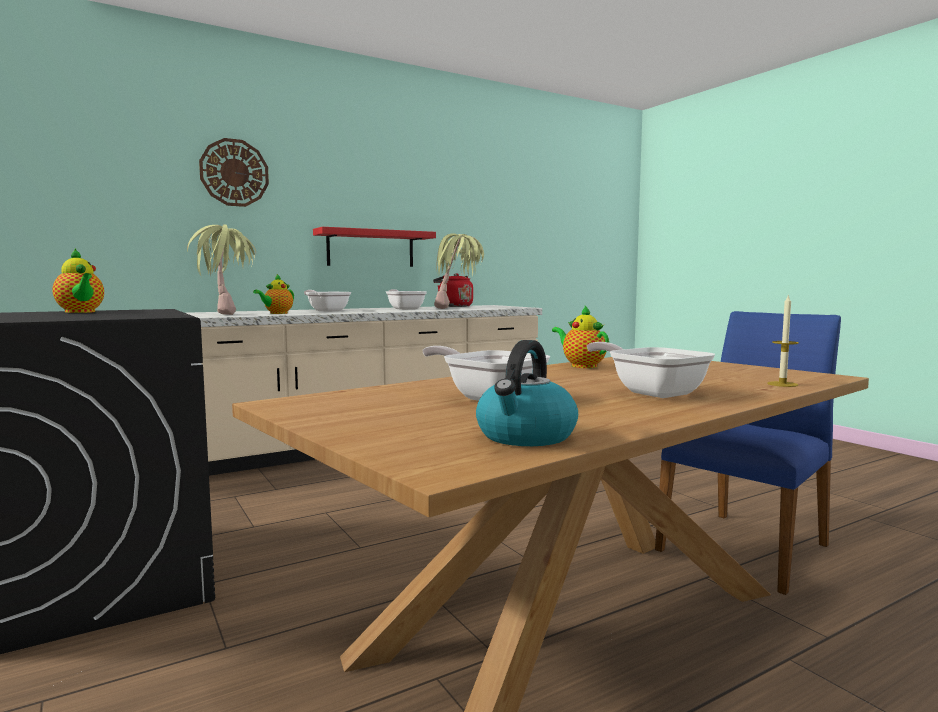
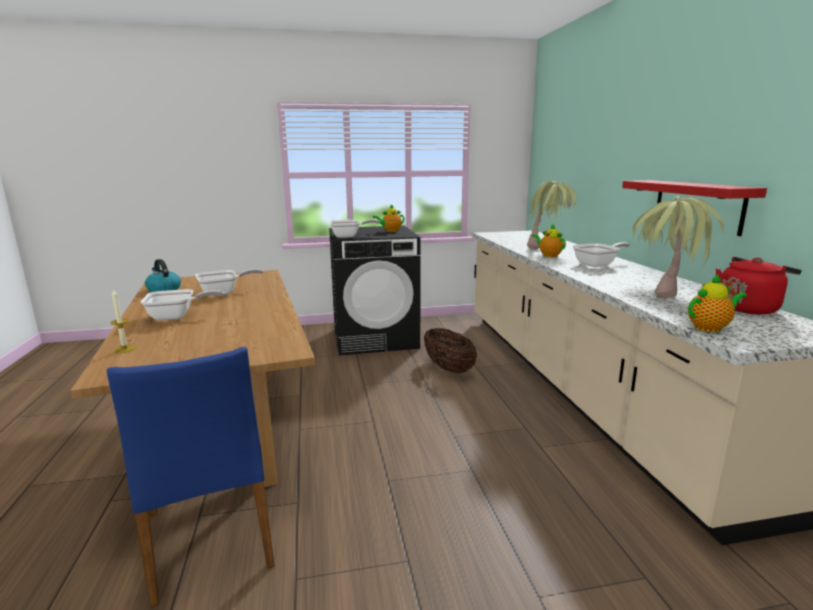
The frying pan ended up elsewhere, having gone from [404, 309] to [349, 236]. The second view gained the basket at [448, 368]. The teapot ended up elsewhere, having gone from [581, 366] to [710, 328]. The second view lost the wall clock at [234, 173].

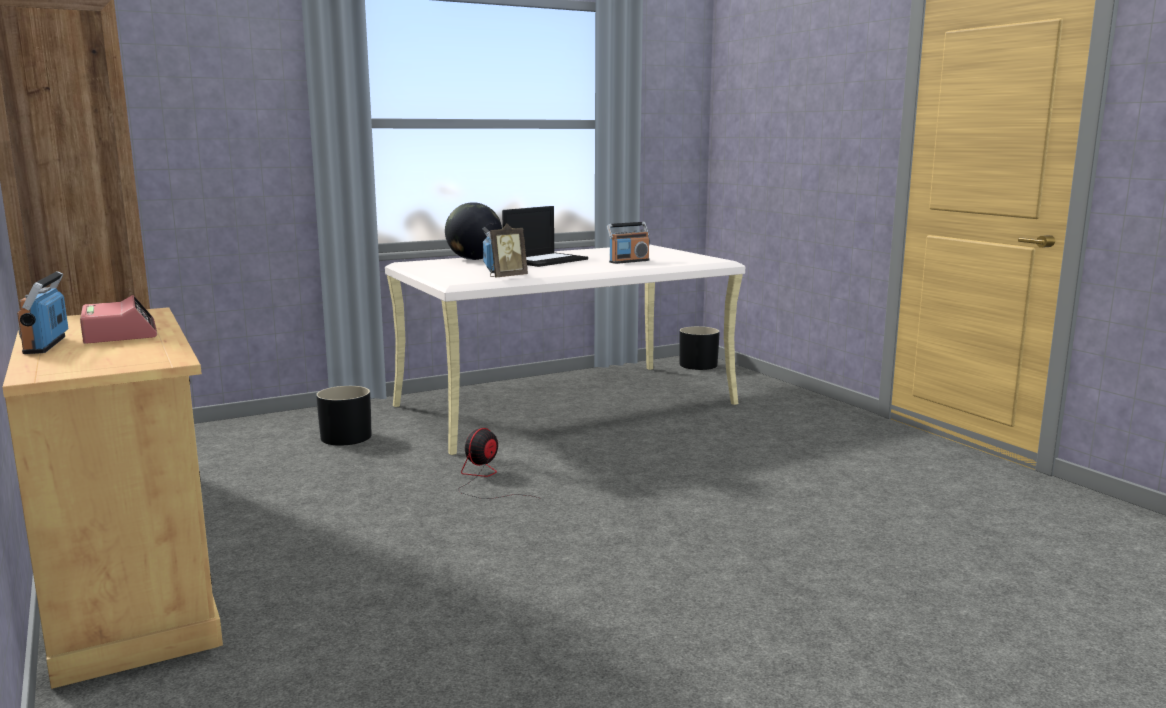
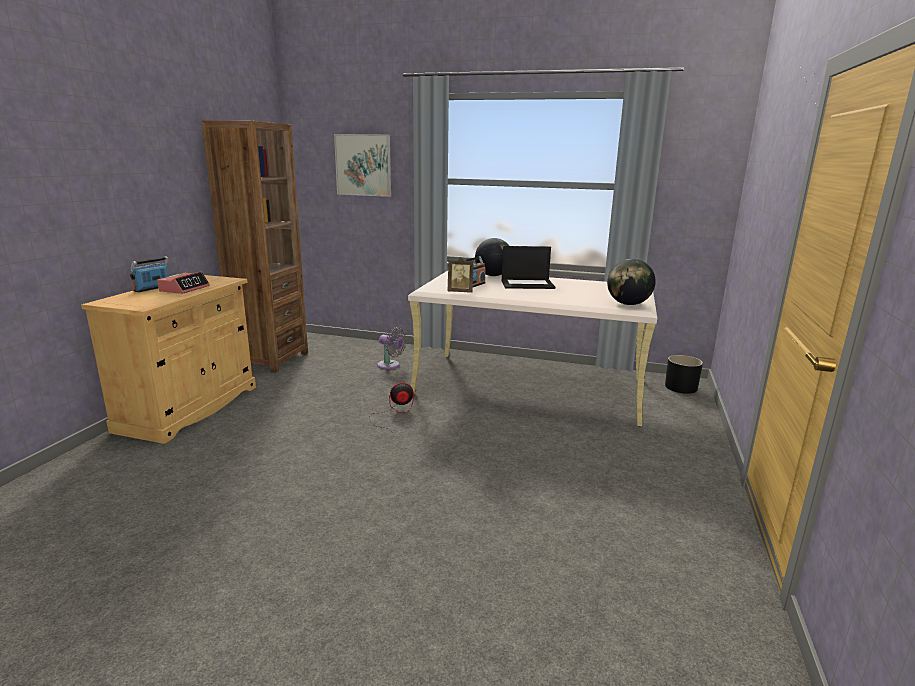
The second view gained the picture at [363, 165]. Where the planter (black) stood at [345, 437], the fan (grey) came to stand at [390, 366]. The second view gained the globe at [628, 304]. The second view lost the radio at [629, 261].

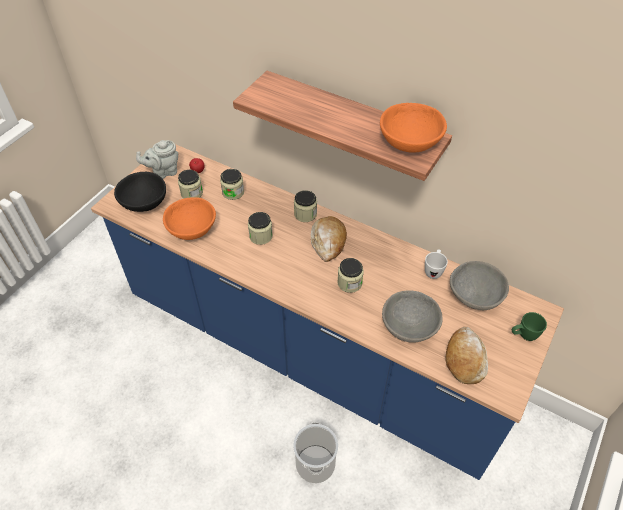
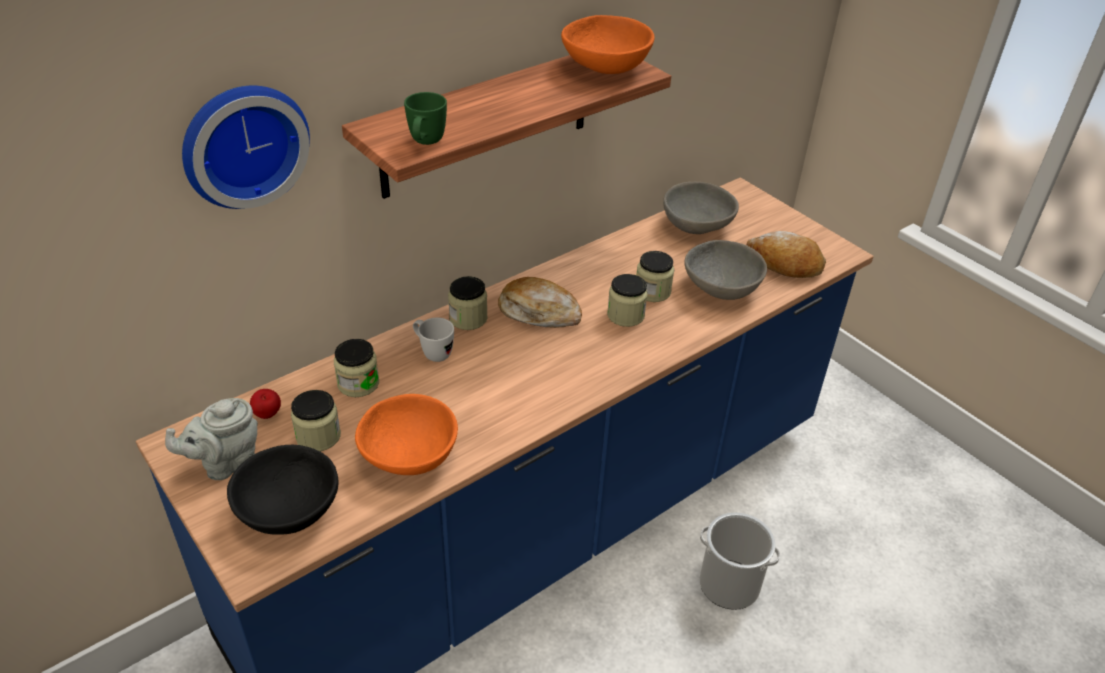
The teapot (grey) at [163, 172] ended up facing another way, 60 degrees clockwise from before. The second view gained the wall clock at [243, 143]. The mug (green) ended up elsewhere, having gone from [523, 335] to [425, 144]. The mug (white) ended up elsewhere, having gone from [433, 270] to [432, 352]. The jar ended up elsewhere, having gone from [261, 236] to [652, 291].

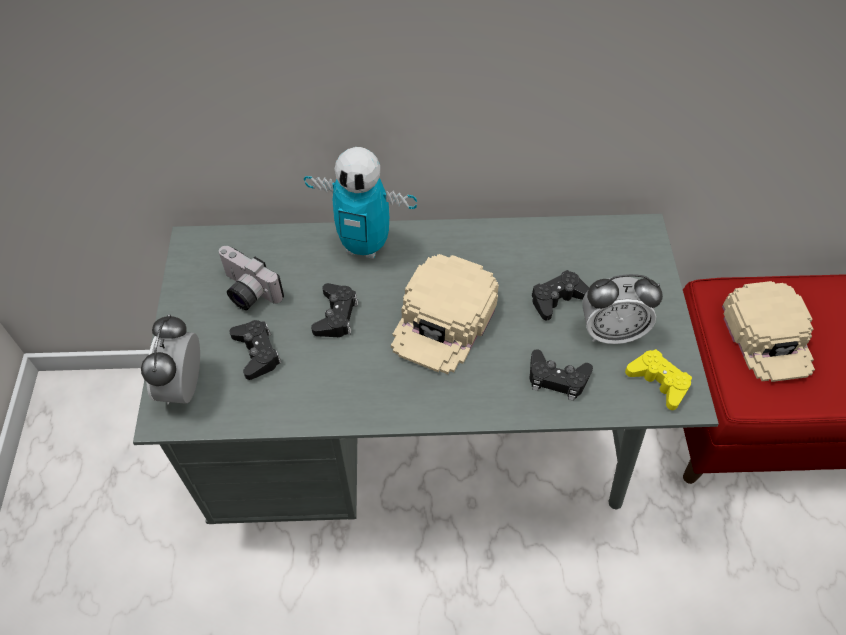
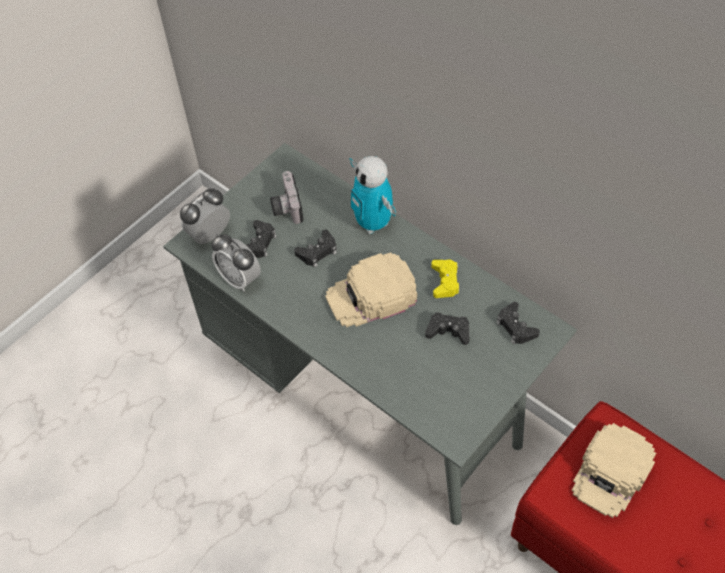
The alarm clock ended up elsewhere, having gone from [611, 332] to [239, 279]. The game controller (yellow) ended up elsewhere, having gone from [658, 382] to [445, 281]. The game controller (black) ended up elsewhere, having gone from [557, 378] to [516, 327].

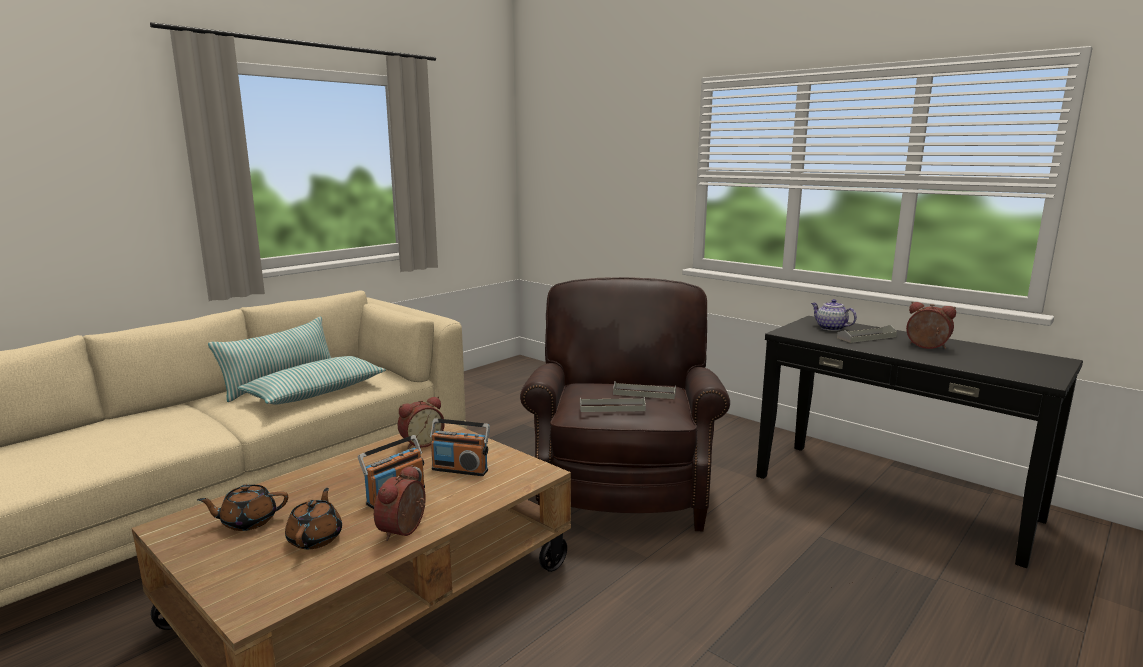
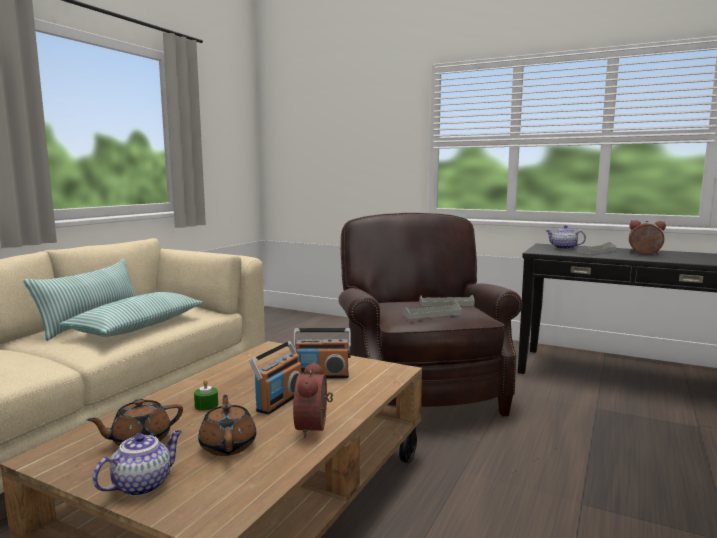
The second view gained the teapot at [143, 484]. The second view gained the candle (green) at [206, 405]. The second view lost the alarm clock at [421, 442].

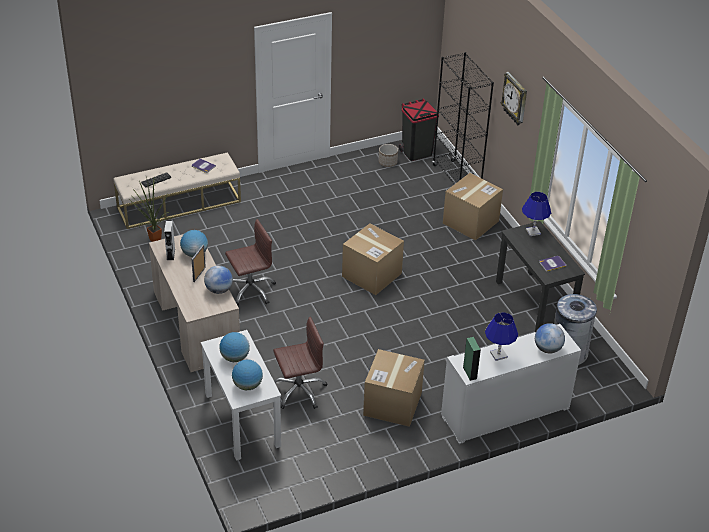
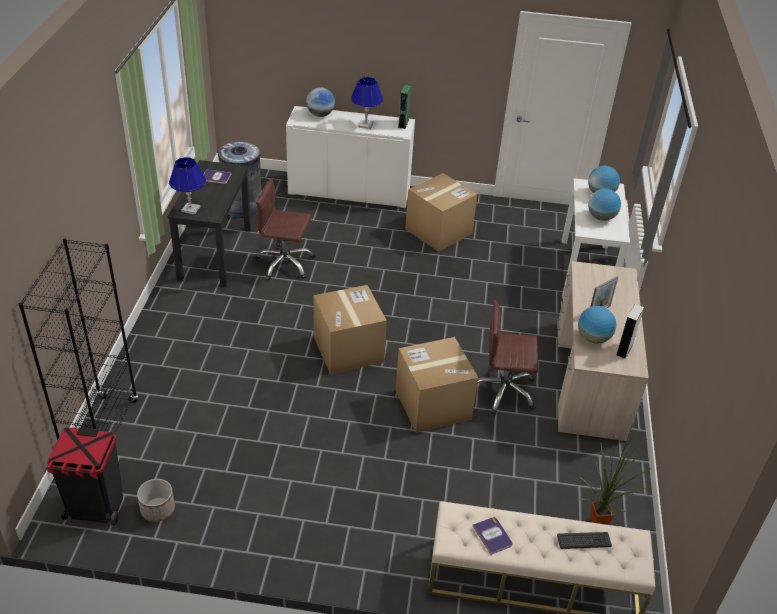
The office chair (brown) ended up elsewhere, having gone from [299, 391] to [285, 264]. The cardboard box ended up elsewhere, having gone from [470, 222] to [433, 404]. The second view lost the globe at [219, 290]. The second view lost the wall clock at [515, 99].

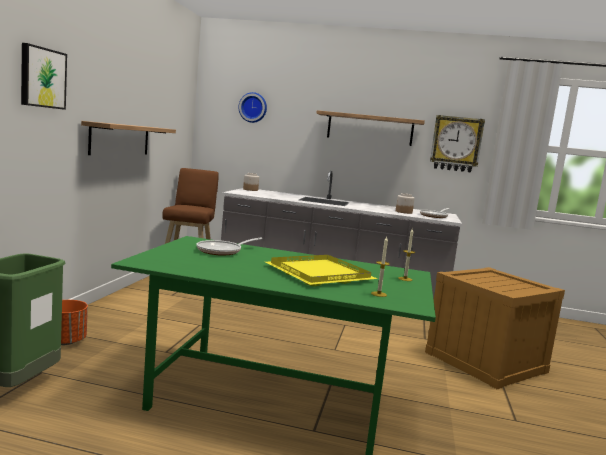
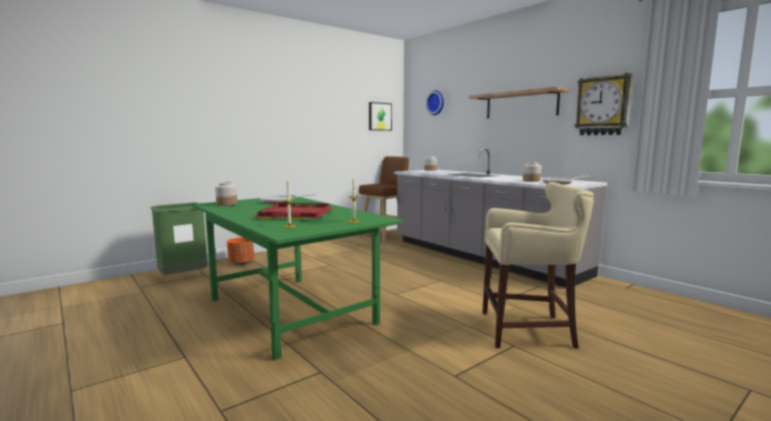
The second view gained the jar at [226, 204]. What was the tray (yellow) at [319, 273] turned into the tray (red) at [297, 214]. The picture ended up elsewhere, having gone from [42, 78] to [379, 116]. Where the crate stood at [486, 362], the stool (beige) came to stand at [529, 330]. The second view lost the shelf at [120, 139].

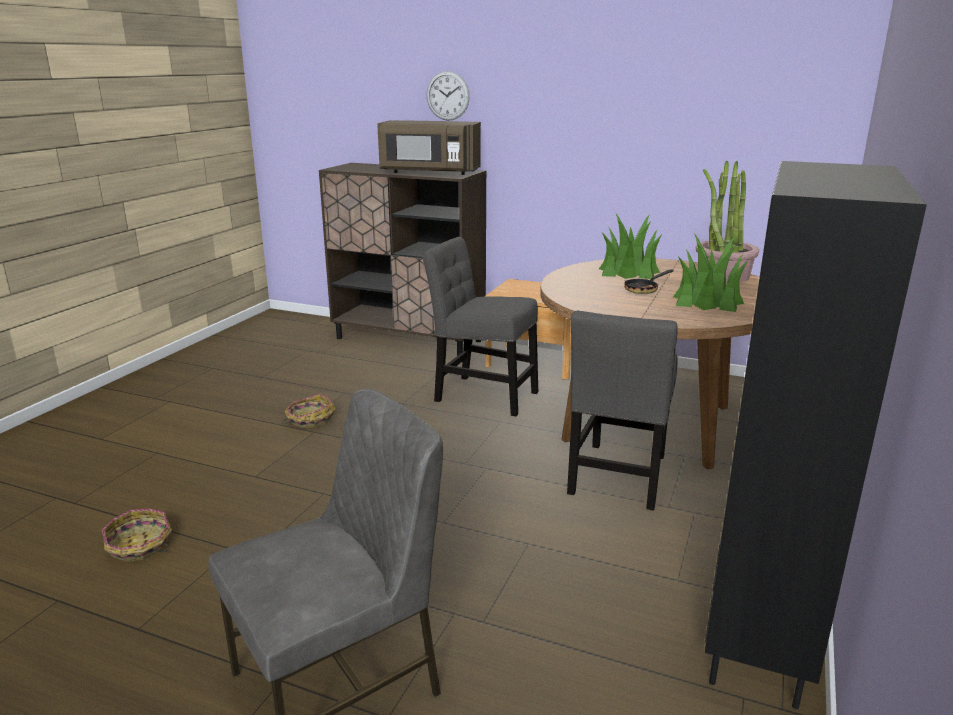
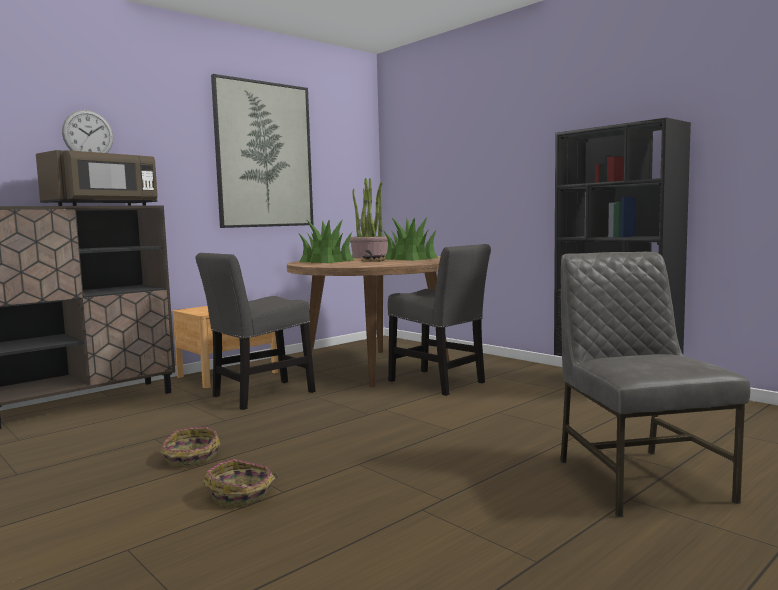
The basket ended up elsewhere, having gone from [140, 546] to [242, 494]. The second view gained the picture at [264, 155].

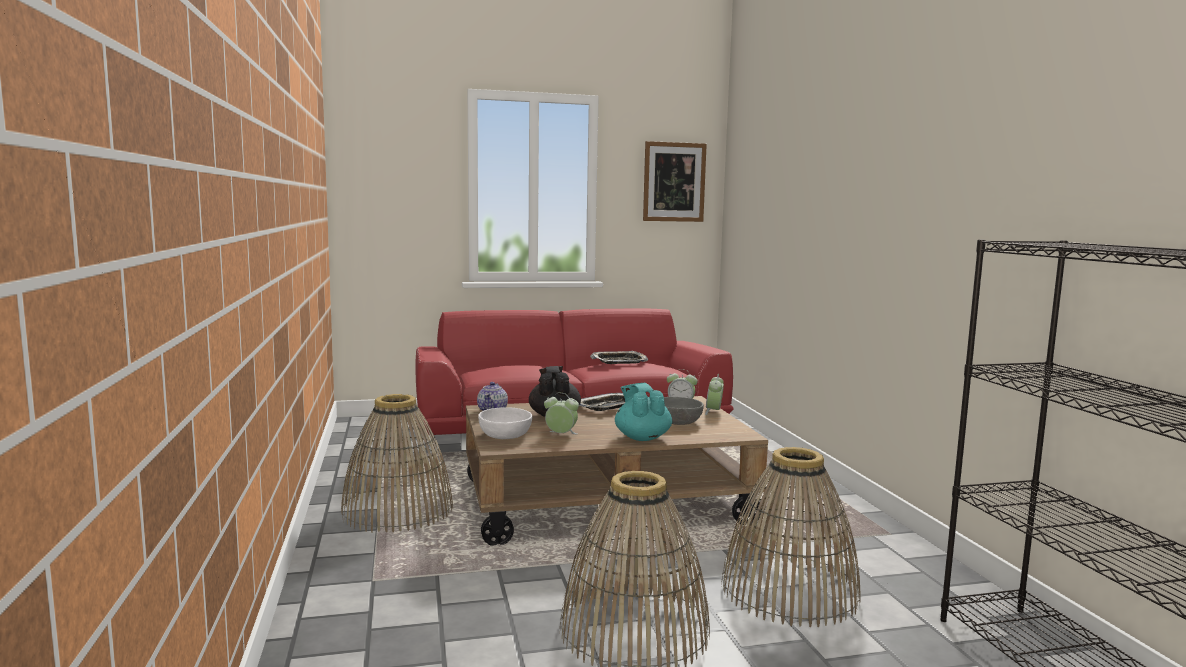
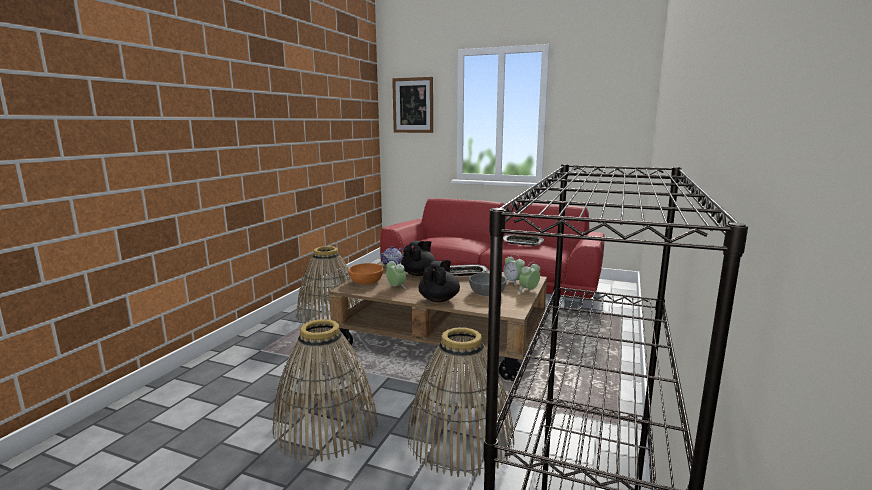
What was the bowl (white) at [505, 435] turned into the bowl (orange) at [366, 281]. The picture ended up elsewhere, having gone from [674, 182] to [413, 105]. What was the teapot (turquoise) at [642, 437] turned into the teapot (black) at [439, 299].

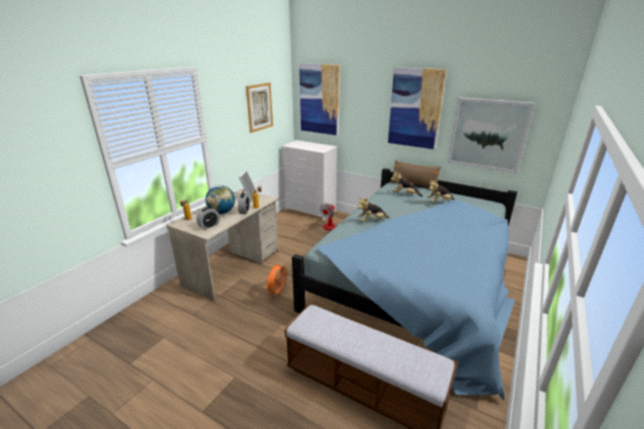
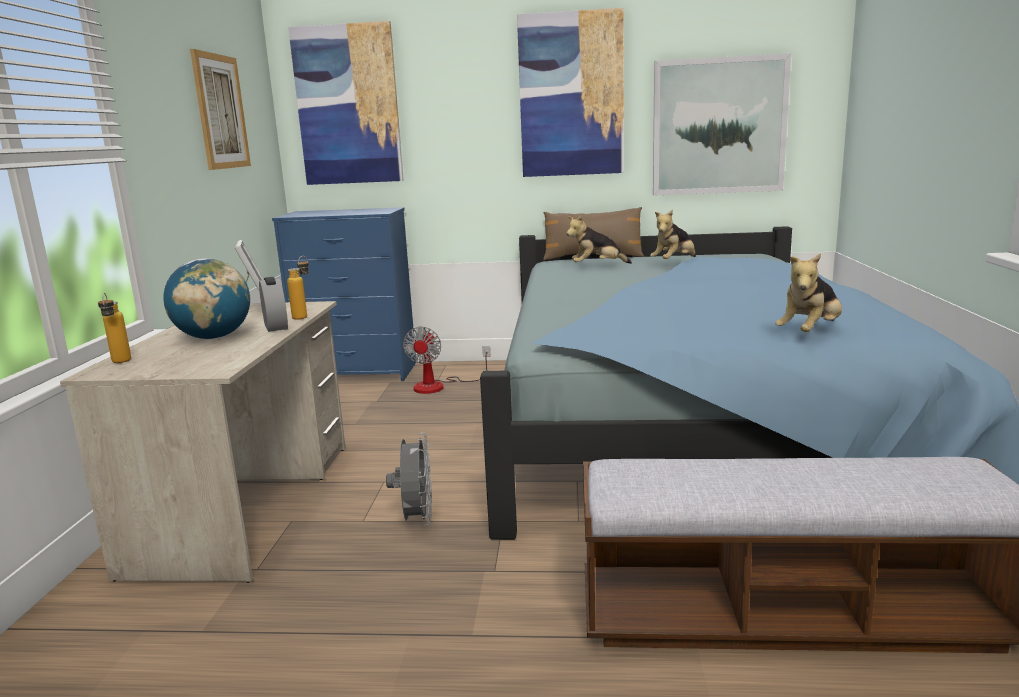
What was the dresser (white) at [310, 210] turned into the dresser (blue) at [358, 372]. What was the fan (orange) at [278, 293] turned into the fan (grey) at [416, 519]. The plush toy ended up elsewhere, having gone from [371, 221] to [810, 333]. The second view lost the alarm clock at [209, 226].

